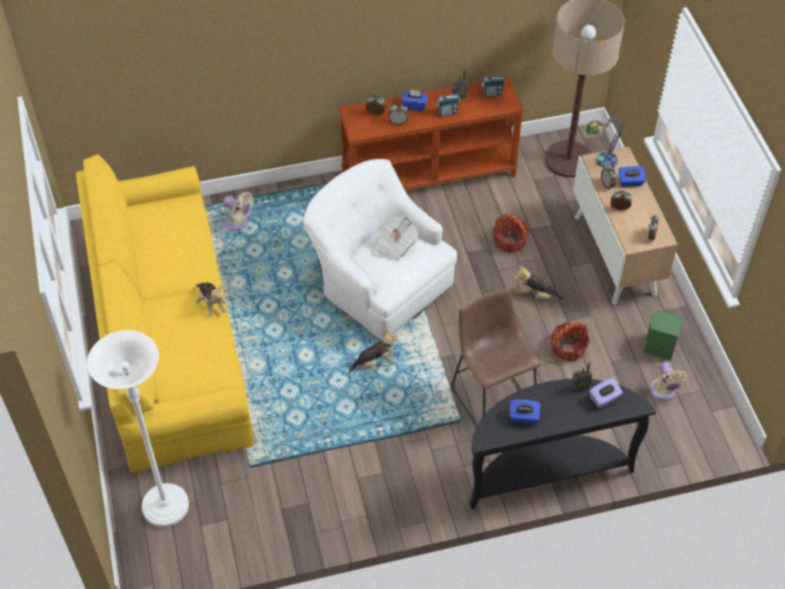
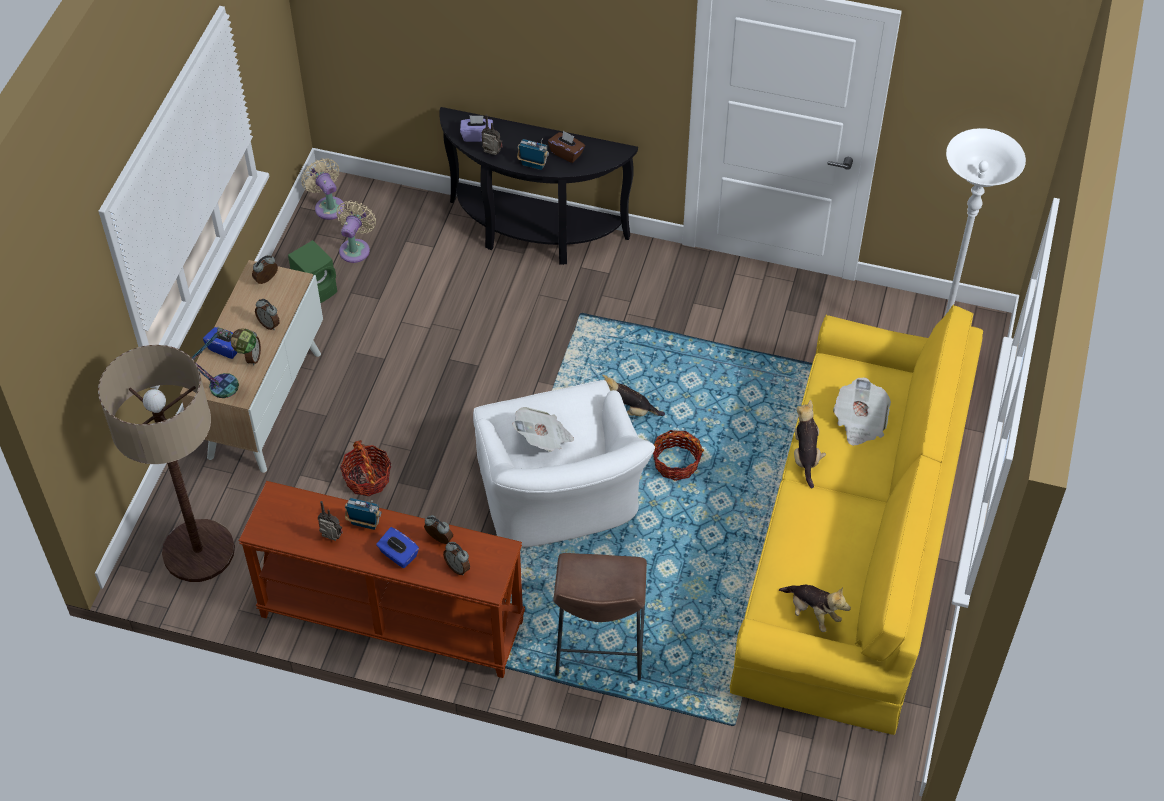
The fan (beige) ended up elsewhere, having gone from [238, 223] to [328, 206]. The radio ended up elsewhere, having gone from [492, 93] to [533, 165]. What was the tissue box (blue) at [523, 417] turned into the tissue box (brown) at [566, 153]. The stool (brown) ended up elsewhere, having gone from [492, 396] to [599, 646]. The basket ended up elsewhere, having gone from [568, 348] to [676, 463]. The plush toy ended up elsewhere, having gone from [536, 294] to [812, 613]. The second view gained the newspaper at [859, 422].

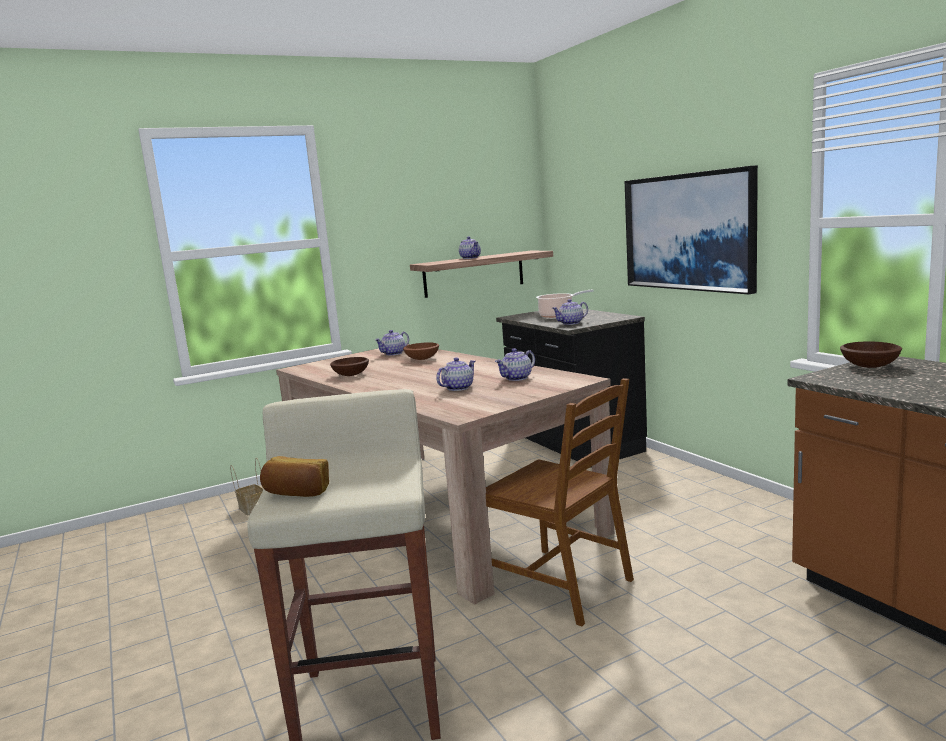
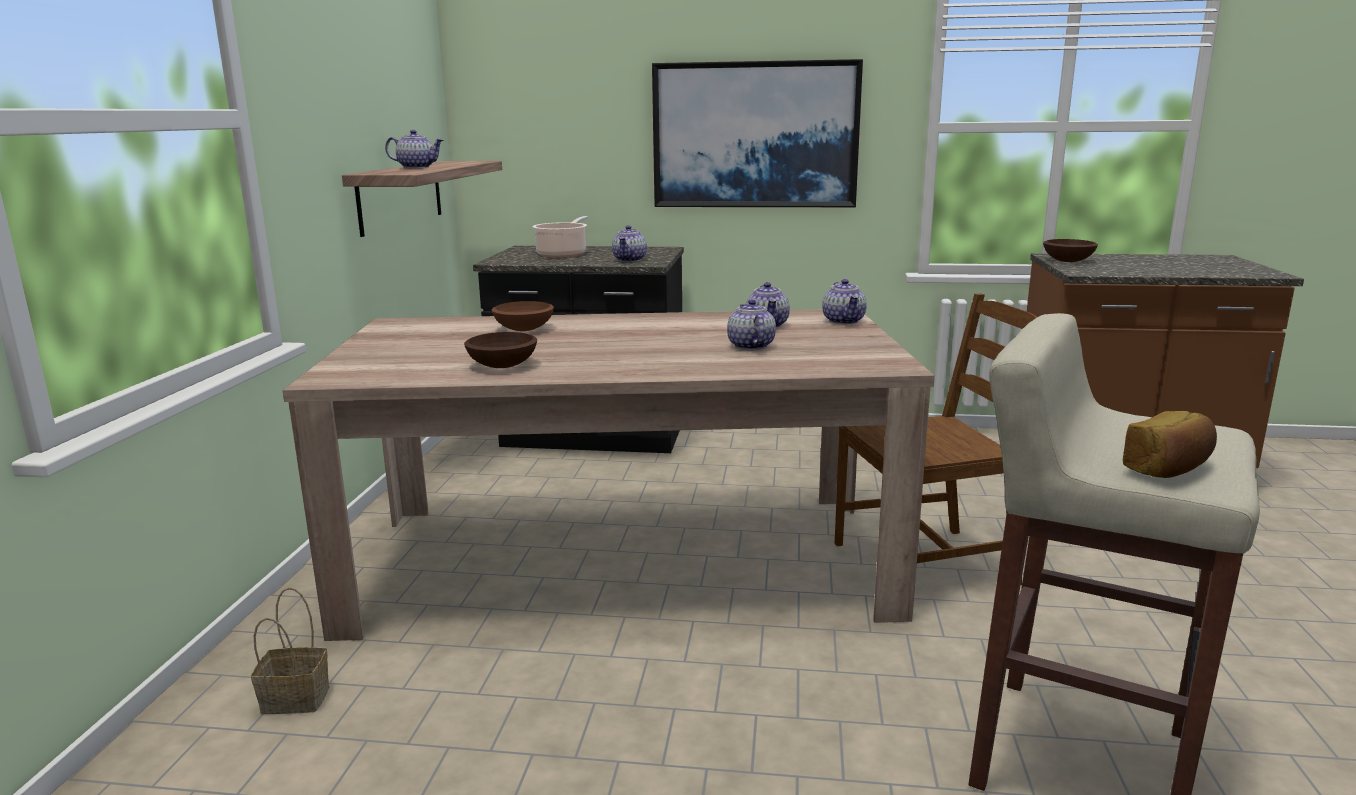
The teapot ended up elsewhere, having gone from [393, 353] to [844, 321].

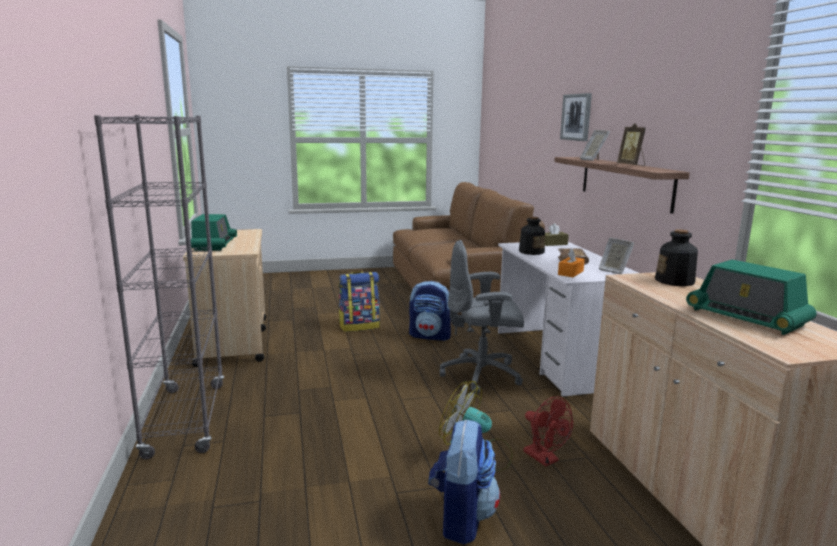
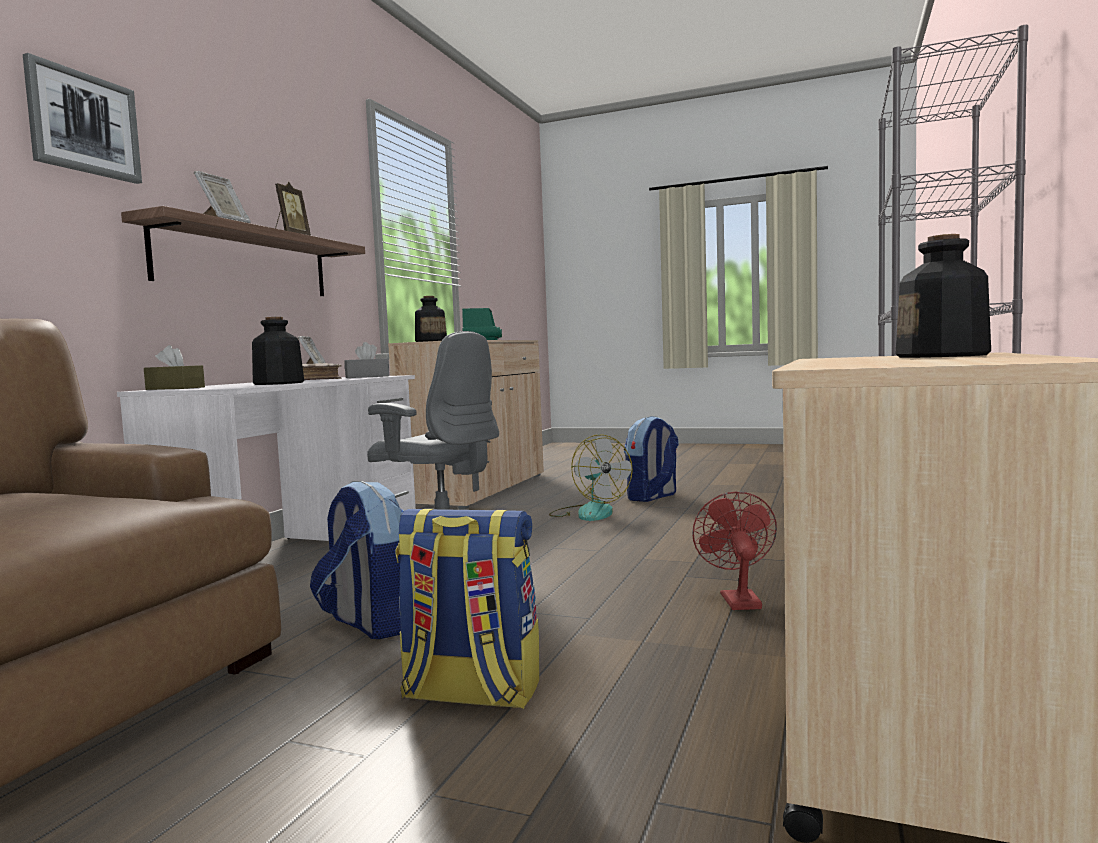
What was the tissue box (orange) at [570, 273] turned into the tissue box (grey) at [367, 377]. The fan (red) ended up elsewhere, having gone from [545, 459] to [737, 599]. Where the radio stood at [214, 245], the bottle came to stand at [943, 356].

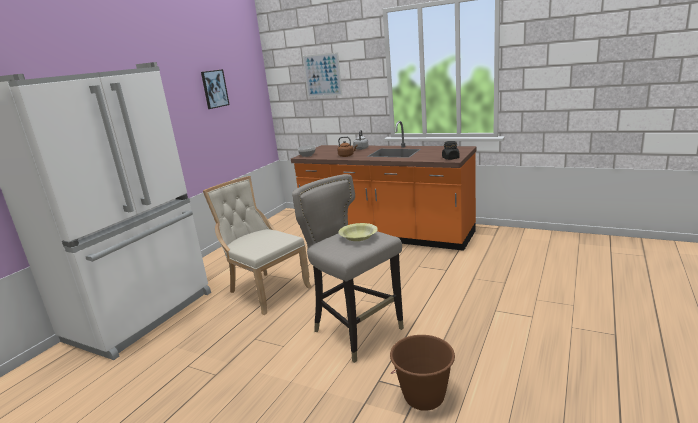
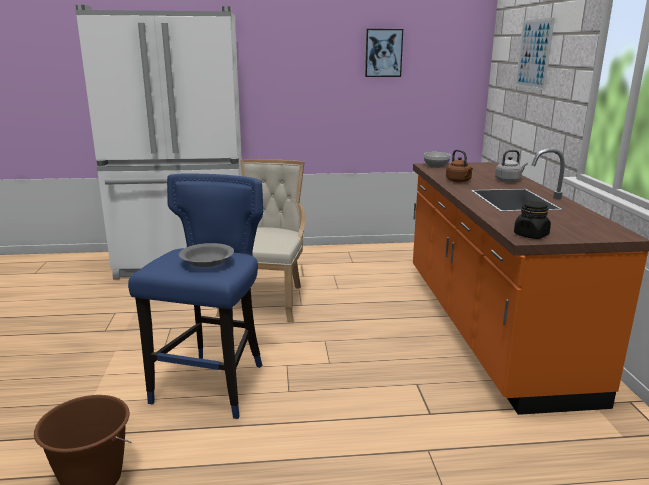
What was the stool (grey) at [356, 331] turned into the stool (blue) at [213, 384]. What was the bowl (yellow) at [358, 237] turned into the bowl (grey) at [207, 262].

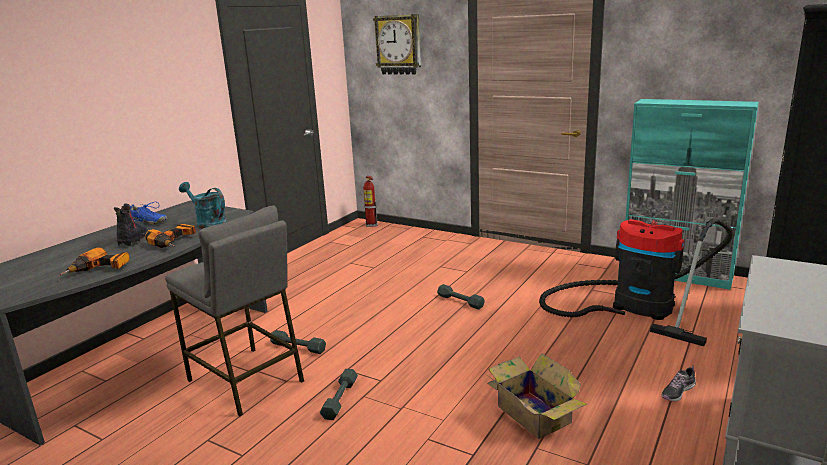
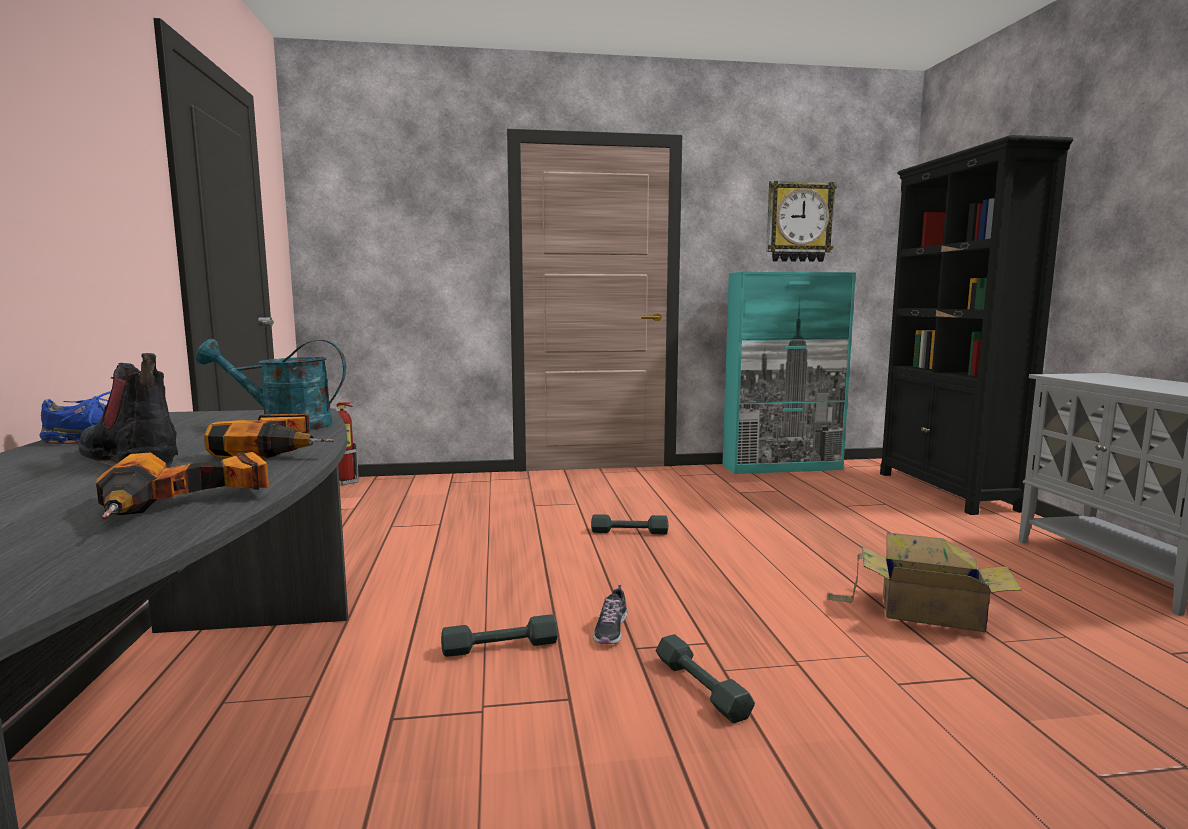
The shoe ended up elsewhere, having gone from [677, 392] to [611, 630]. The wall clock ended up elsewhere, having gone from [398, 45] to [798, 222]. The second view lost the stool (grey) at [246, 381]. The second view lost the vacuum cleaner at [635, 306].

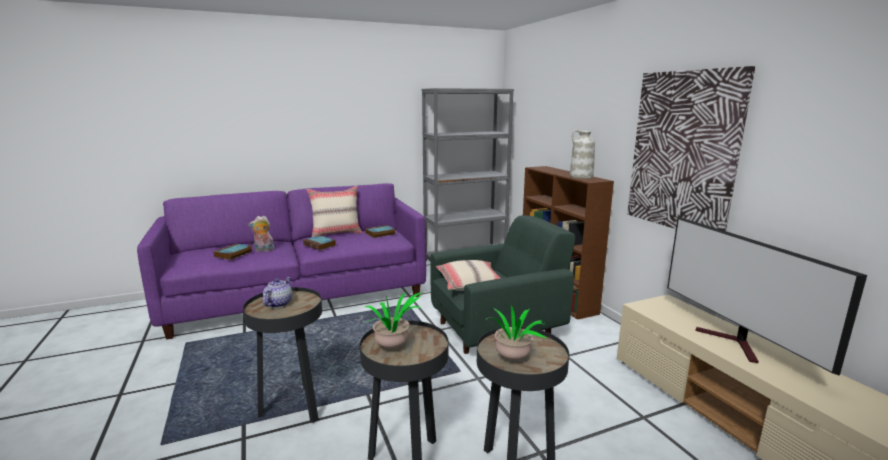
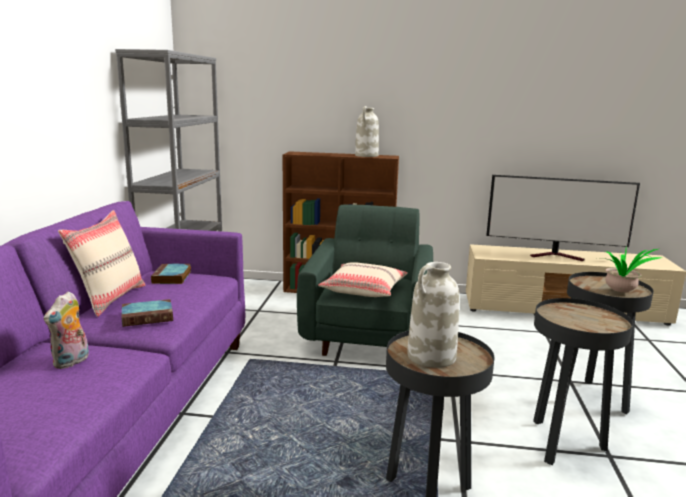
Where the teapot stood at [278, 303], the vase (white) came to stand at [431, 357]. The second view lost the book at [233, 254]. The second view lost the potted plant at [394, 348]. The second view lost the picture at [683, 152].

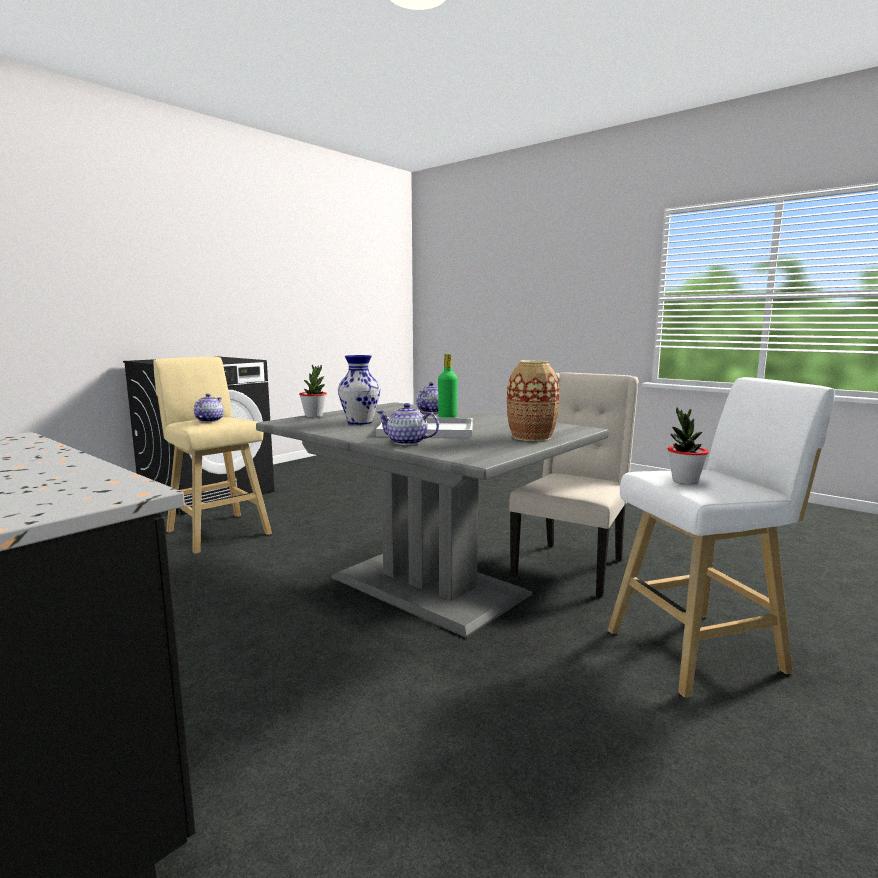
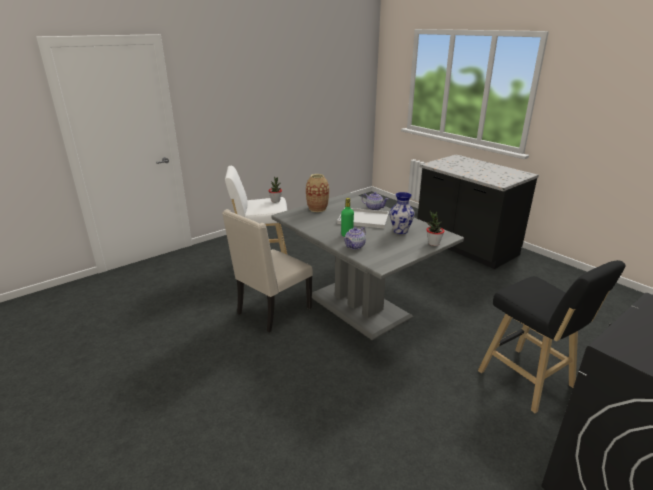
What was the stool (beige) at [217, 531] turned into the stool (black) at [529, 382]. The second view lost the teapot at [209, 420].

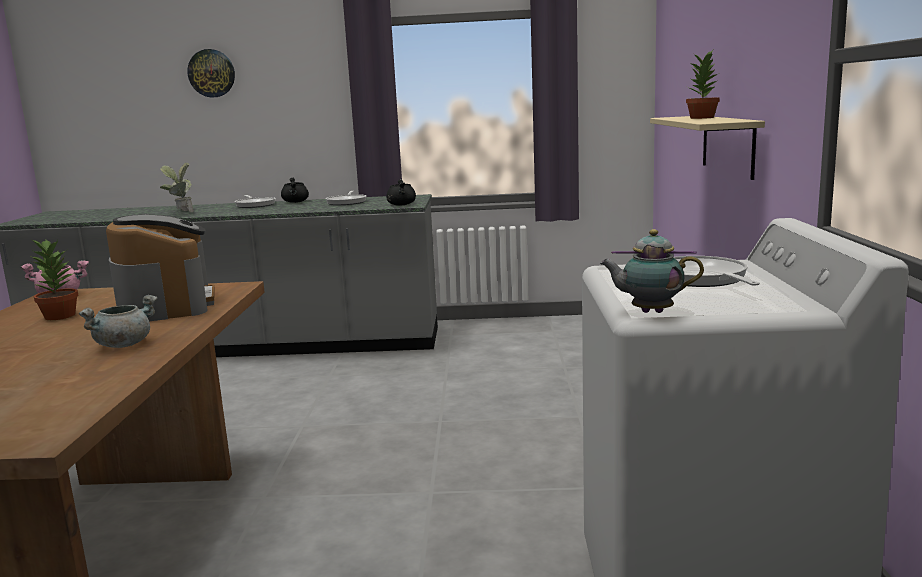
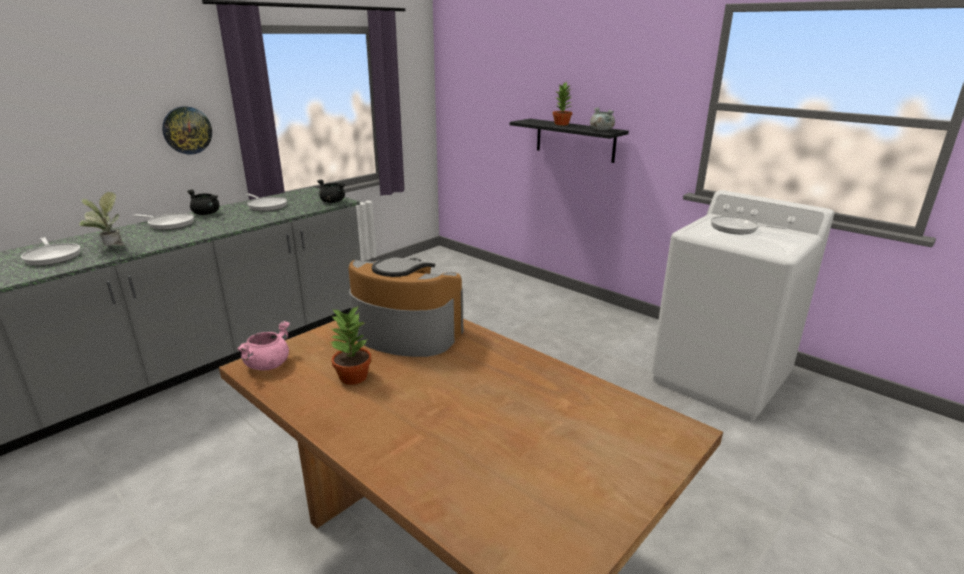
The second view gained the frying pan at [53, 256]. The wall clock ended up elsewhere, having gone from [211, 73] to [187, 130]. What was the shelf (beige) at [727, 145] turned into the shelf (black) at [575, 140]. The cooking pot (grey) ended up elsewhere, having gone from [124, 344] to [601, 130]. The second view lost the teapot at [649, 312].

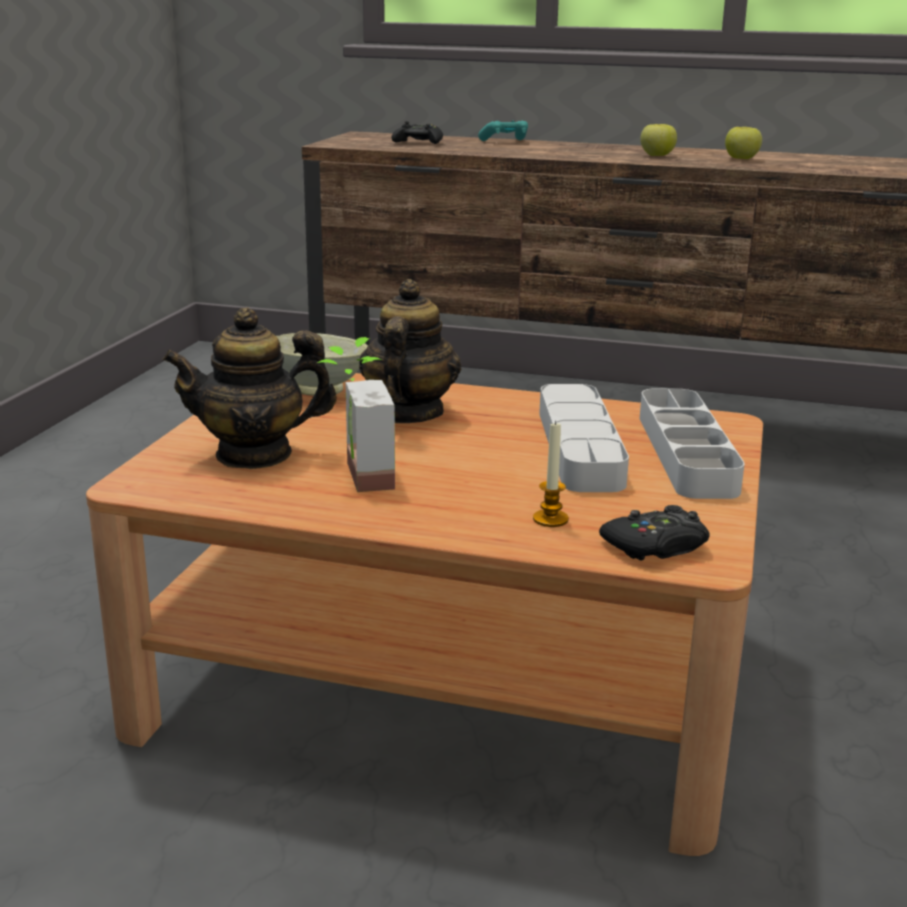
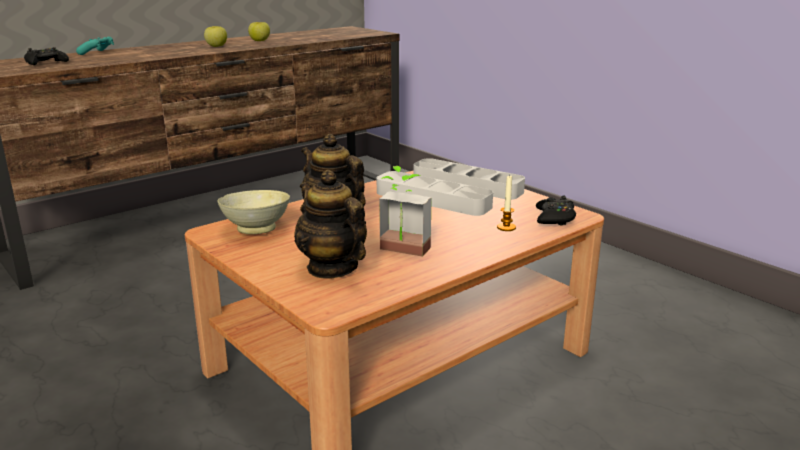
The teapot at [254, 454] ended up facing another way, 120 degrees clockwise from before.

